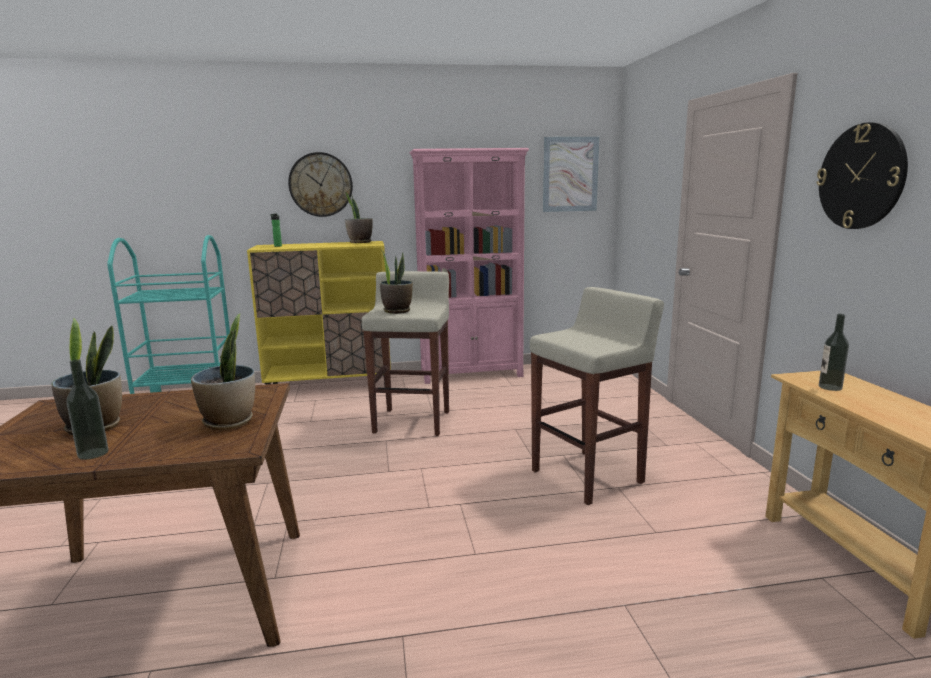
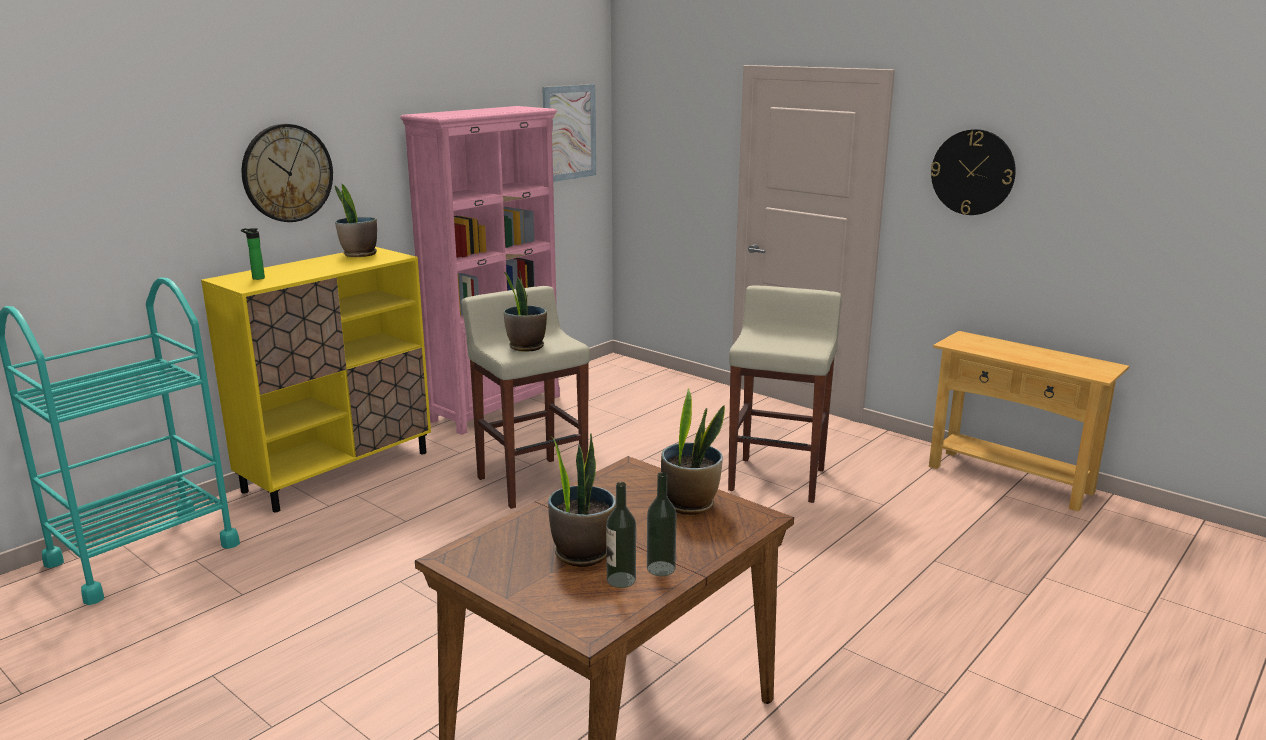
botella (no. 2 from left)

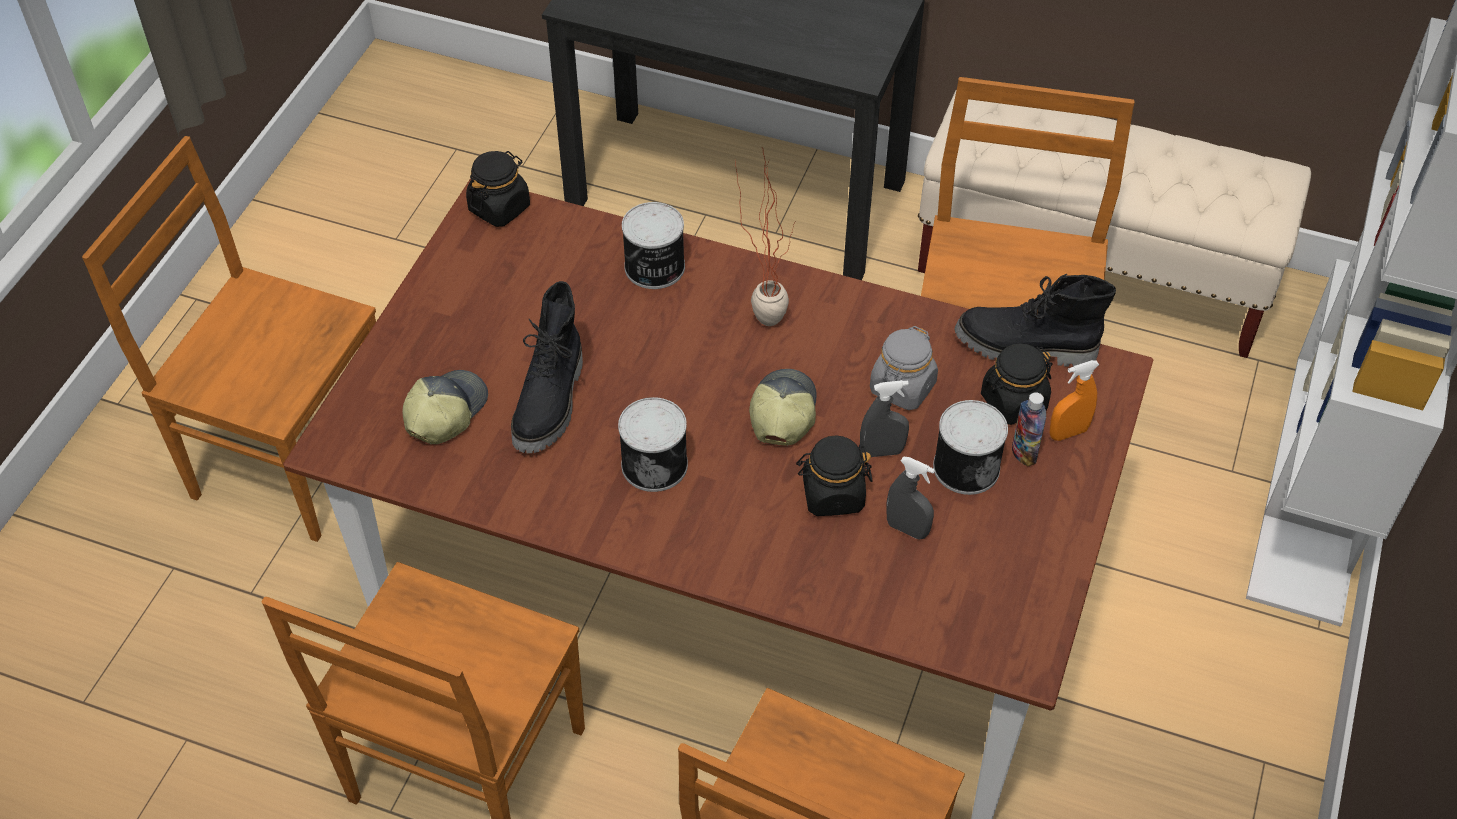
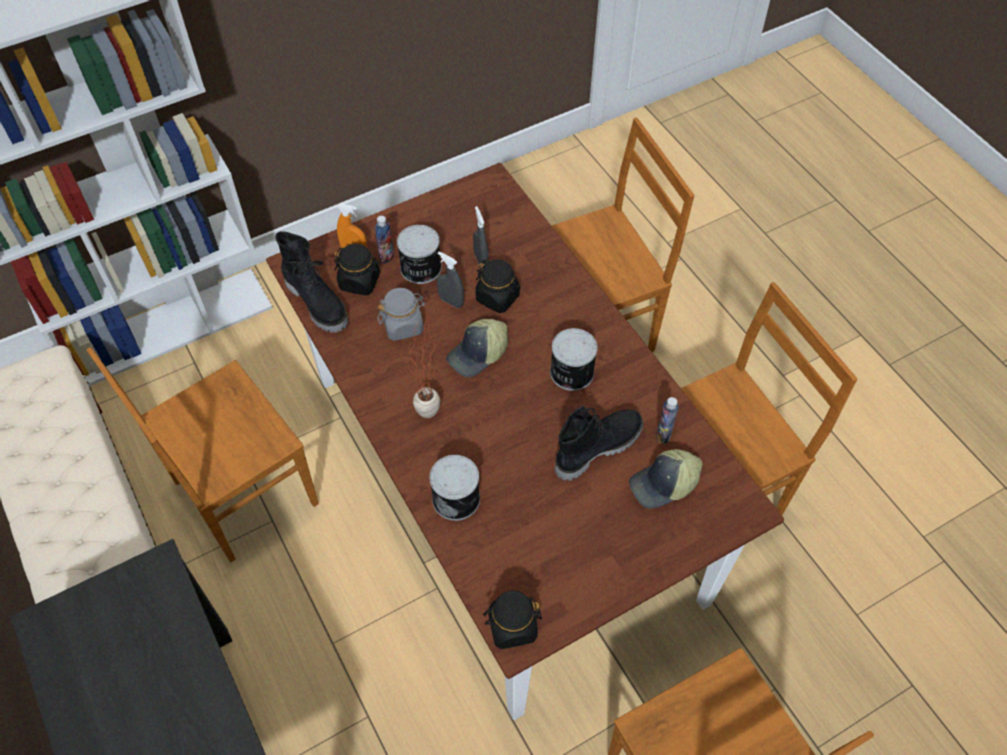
botella (no. 2 from left)

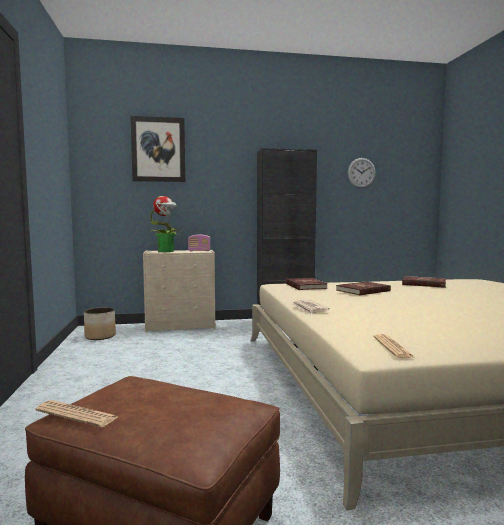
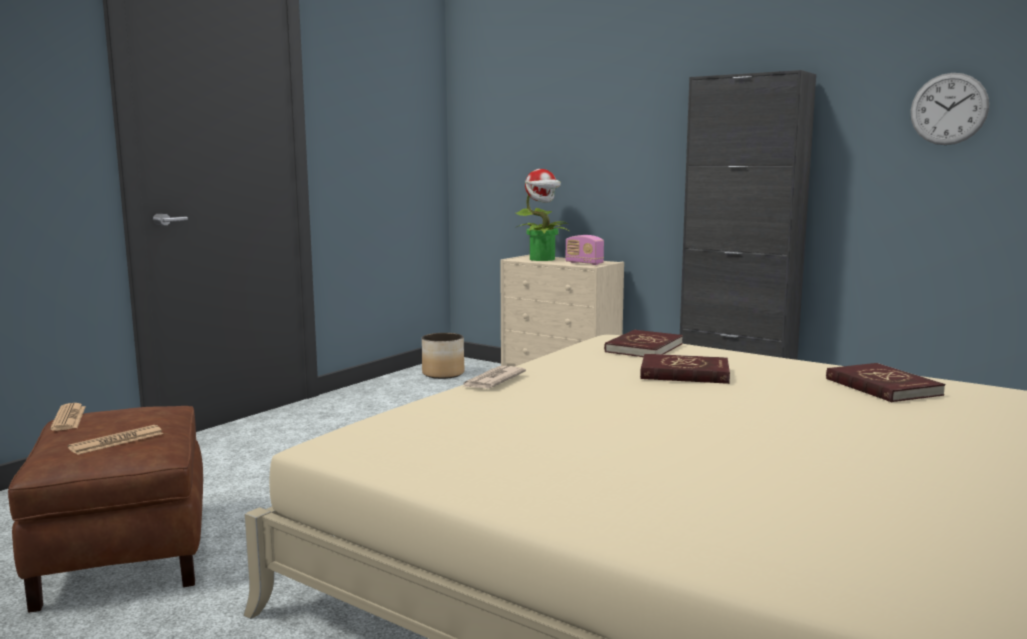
cuadro
periódico (no. 2 from left)

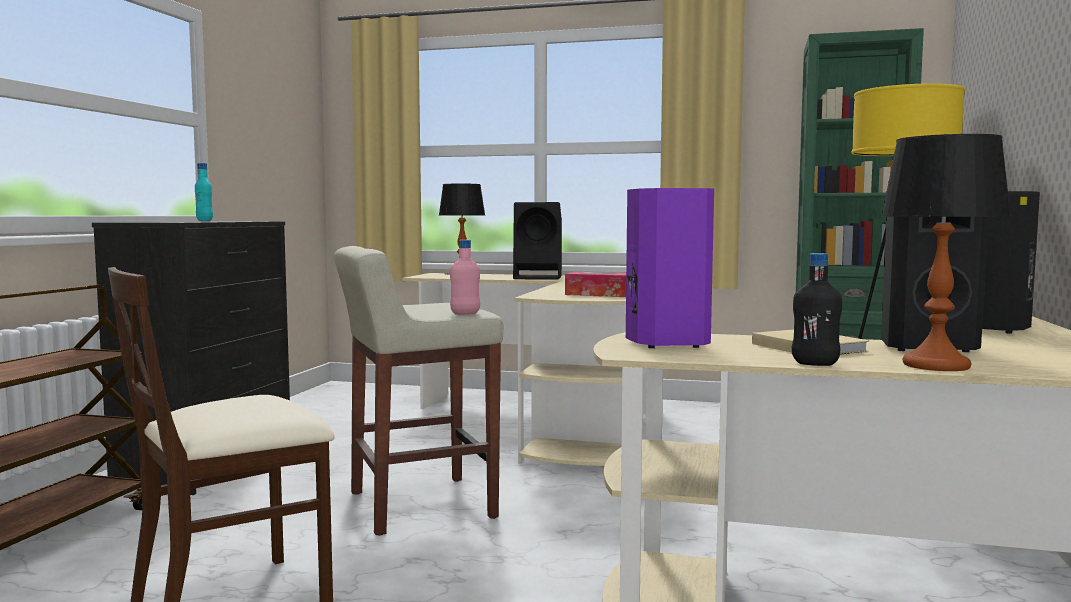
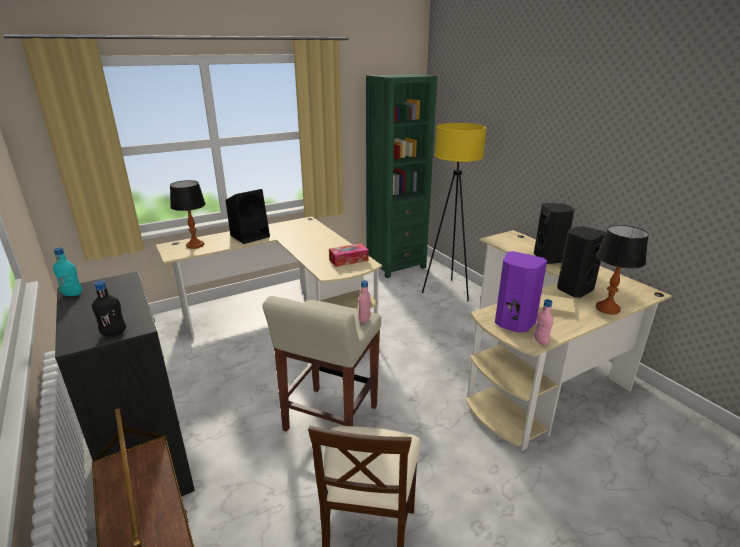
botella [negro]
botella [rosa] (no. 2 from left)

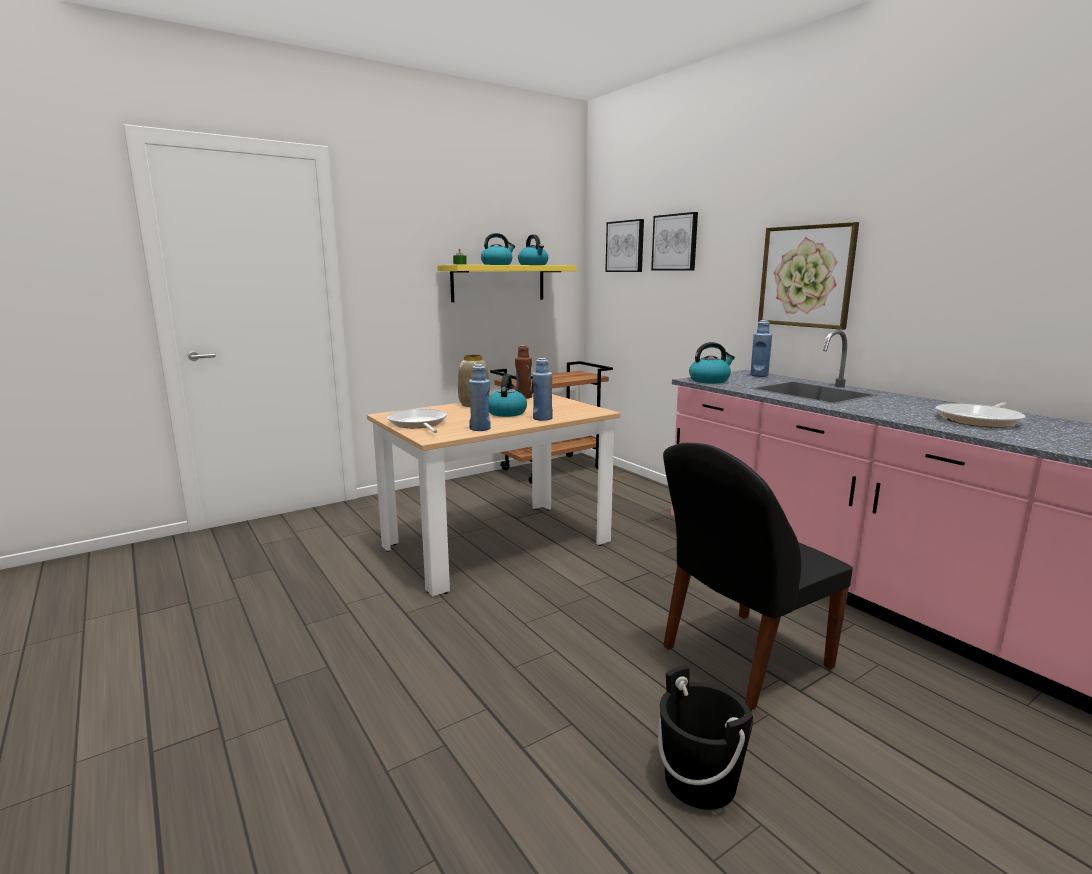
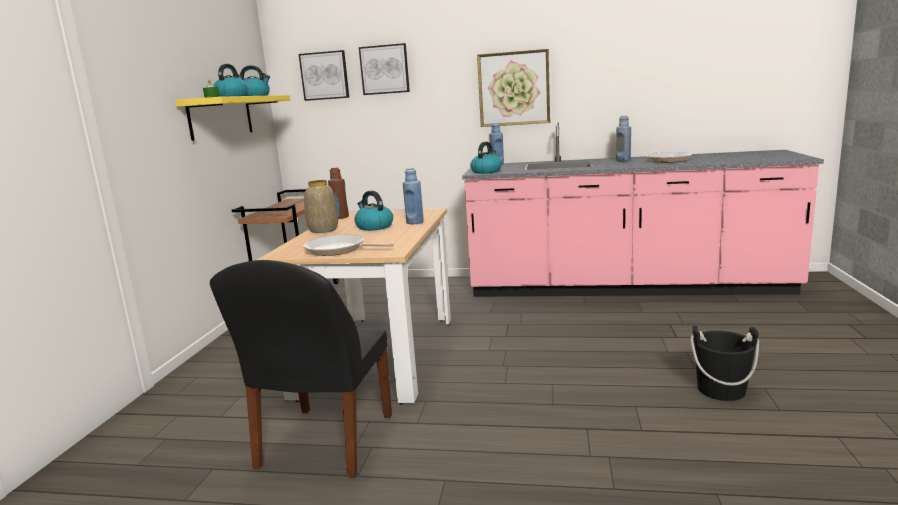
botella [azul] (no. 3 from left)
silla [negro]

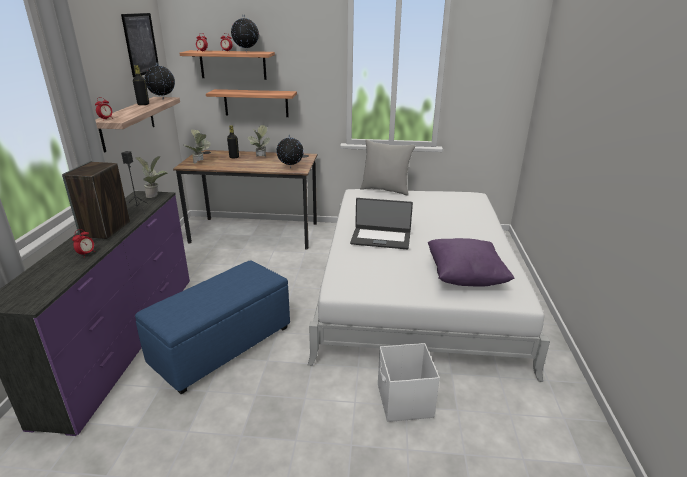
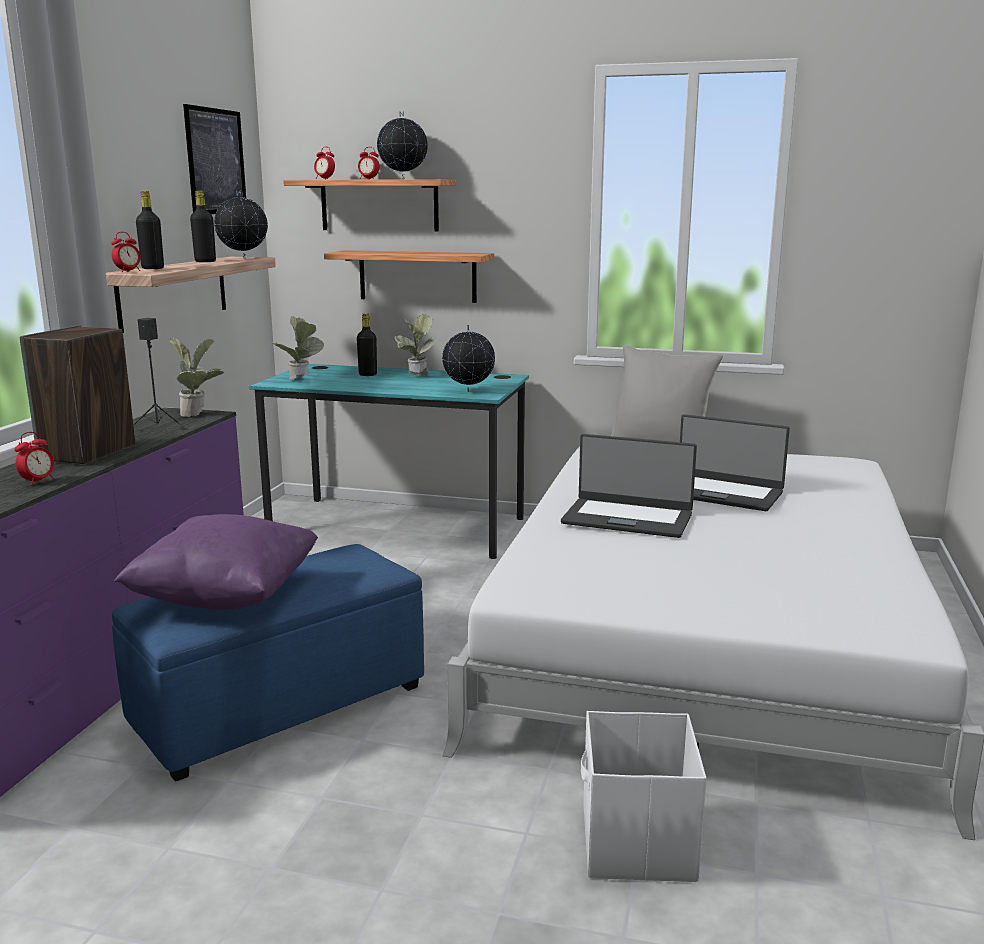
escritorio [turquesa]
cojín [morado]
botella [negro] (no. 1 from left)
portátil (no. 2 from left)

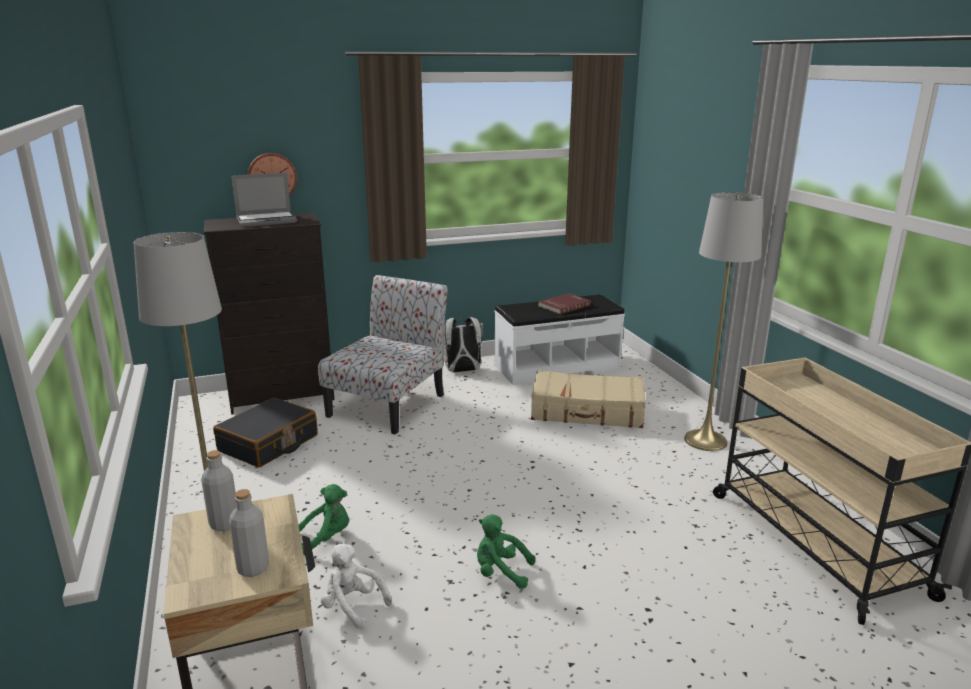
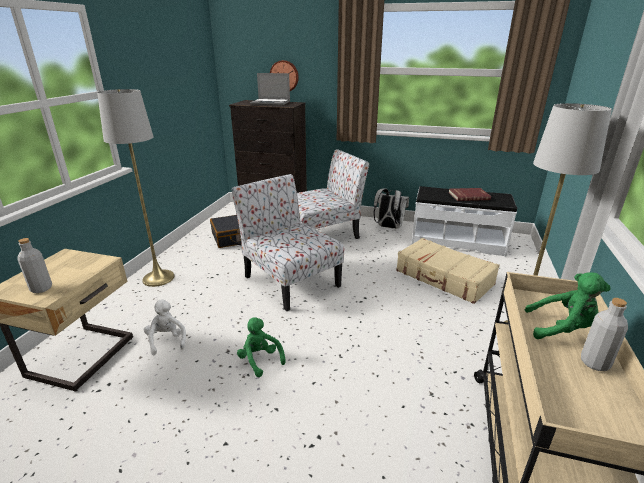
botella [gris] (no. 2 from left)
peluche [verde] (no. 2 from left)
silla (no. 1 from left)

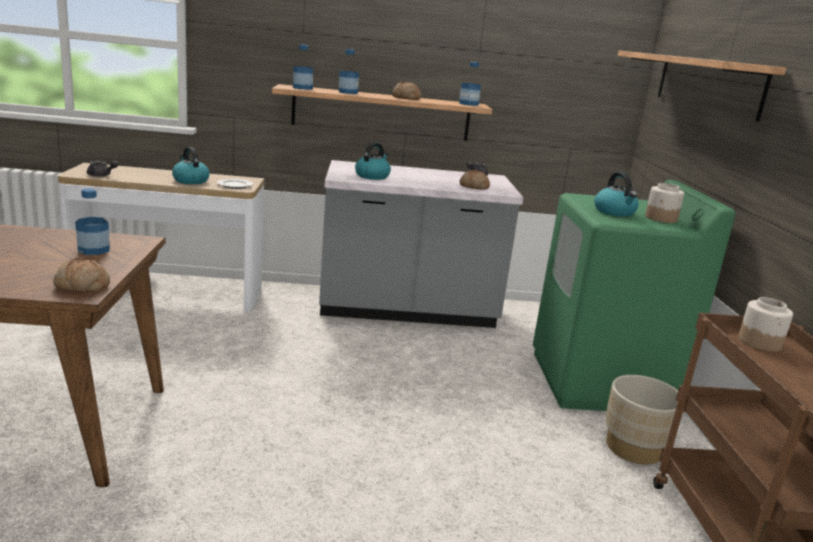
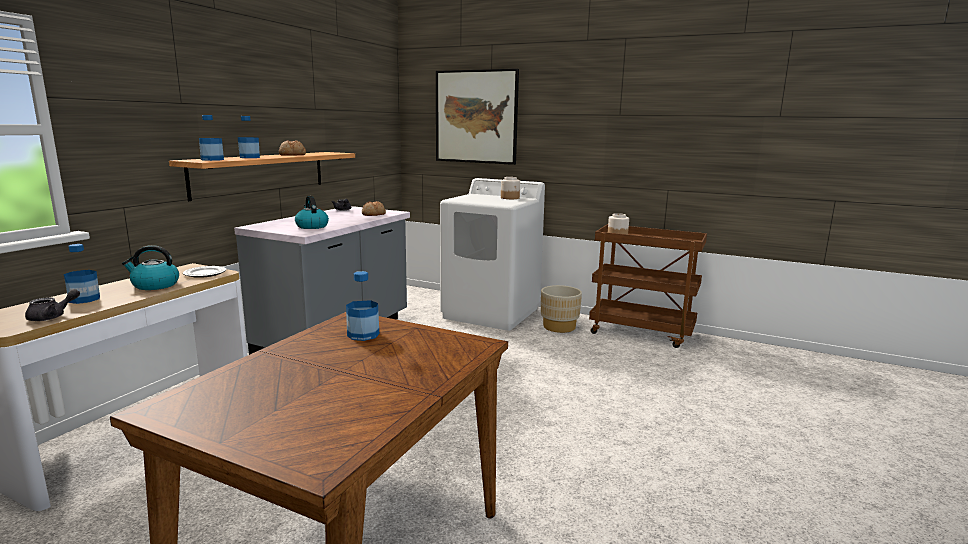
cuadro
botella (no. 1 from left)
hervidor (no. 3 from left in the first image)
lavadora [blanco]
pan (no. 1 from left in the first image)

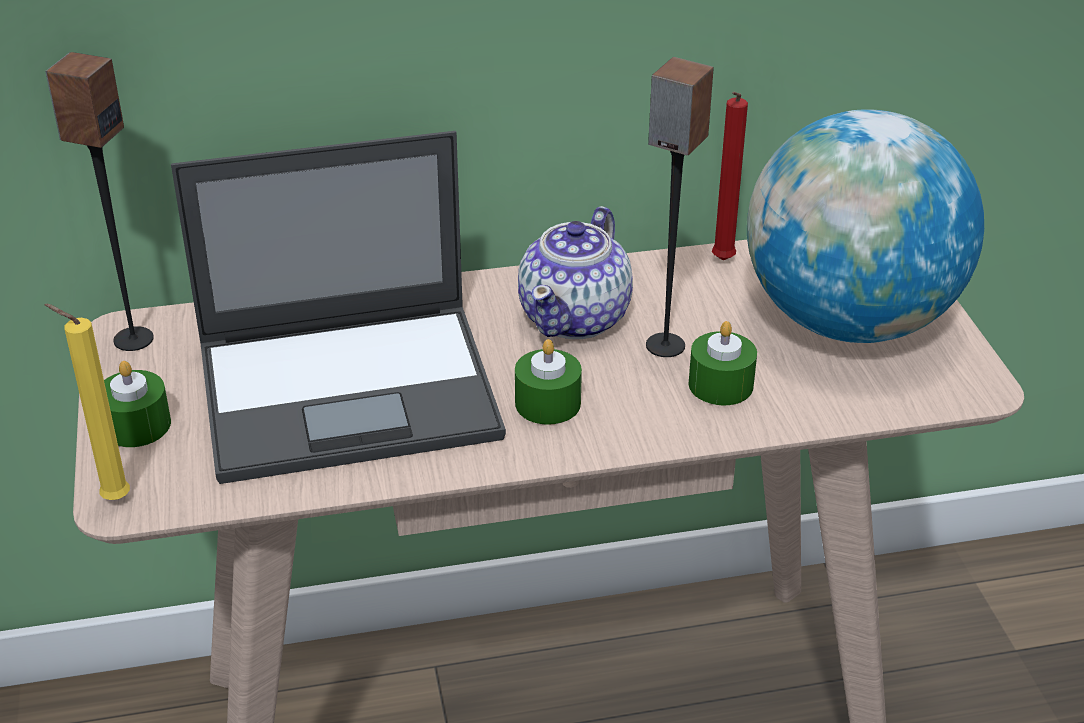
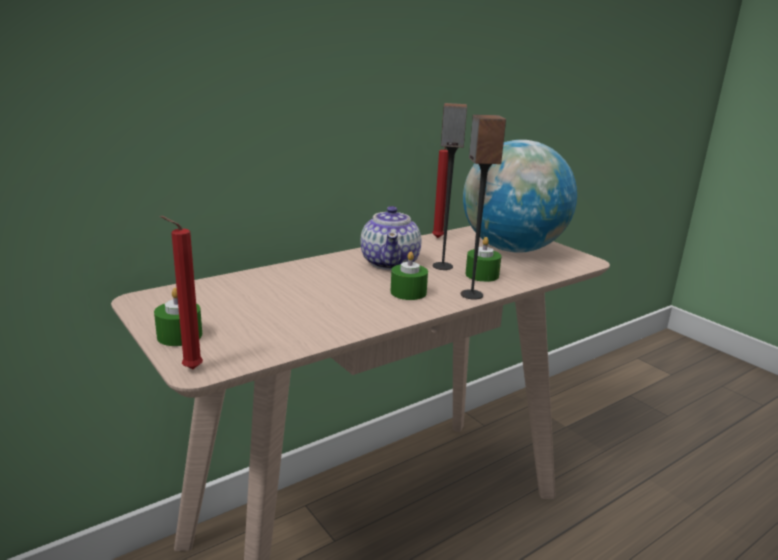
altavoz (no. 2 from left)
portátil
vela [rojo] (no. 1 from left)

